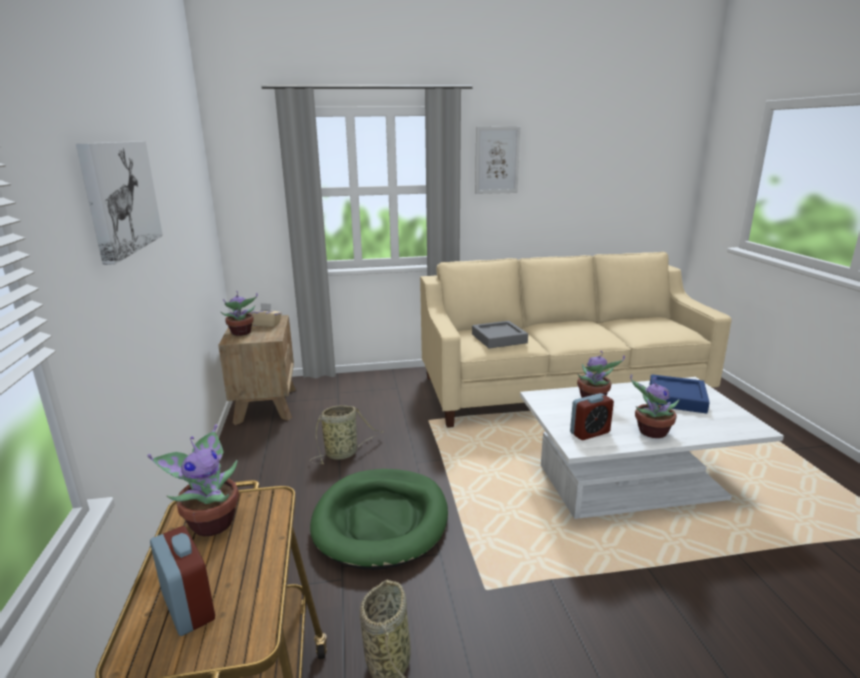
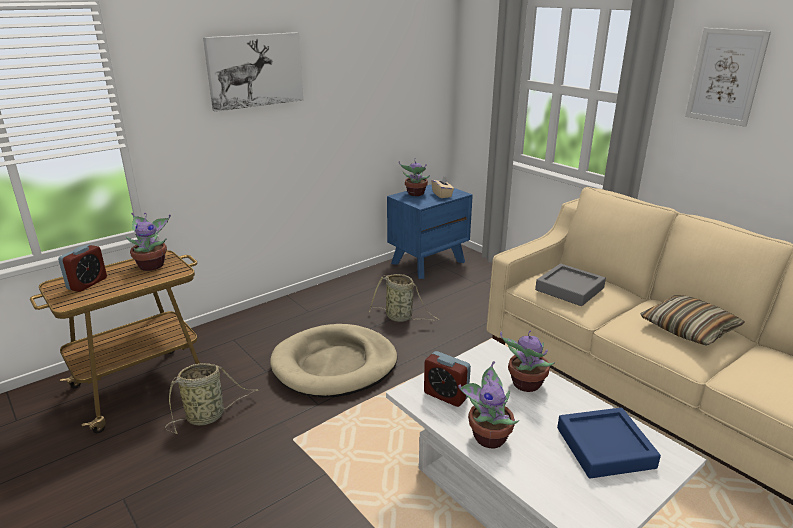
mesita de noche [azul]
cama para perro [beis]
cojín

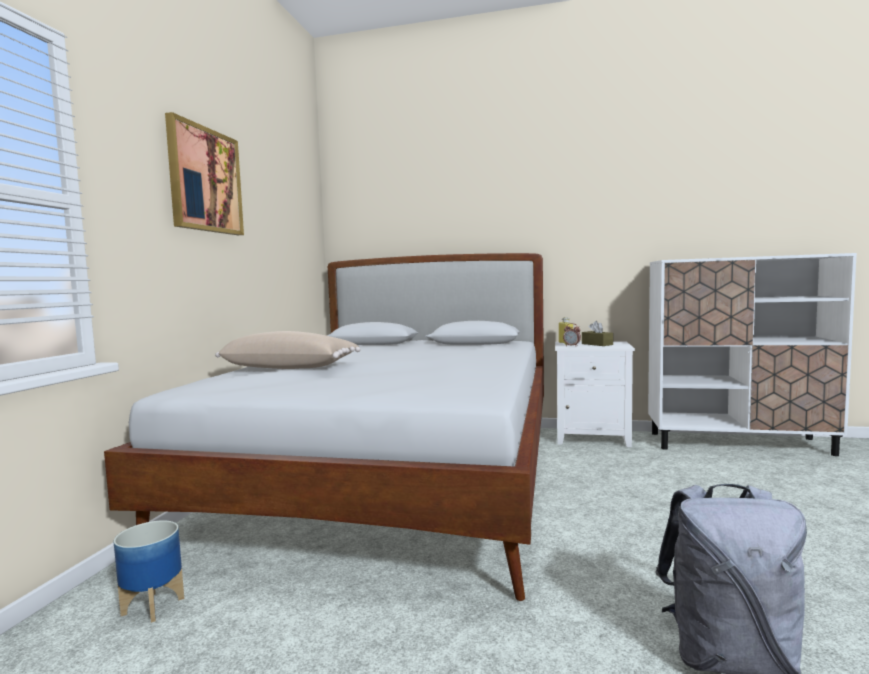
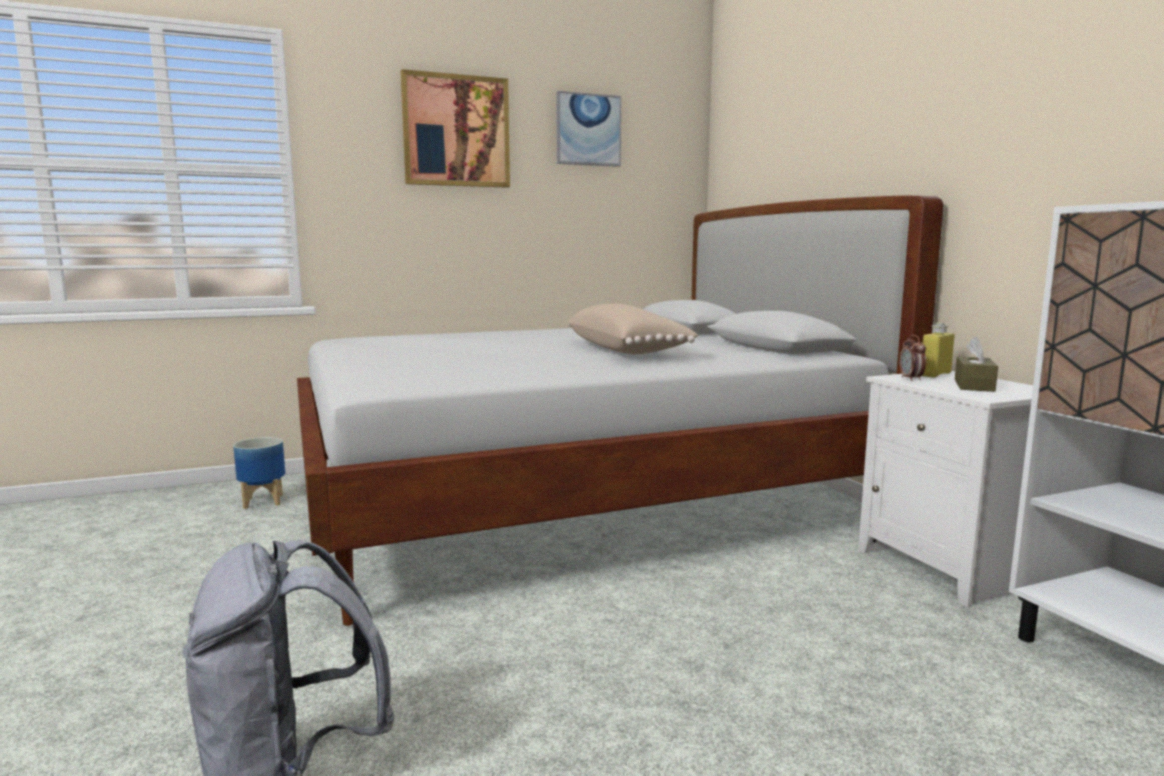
cojín [beis]
cuadro (no. 2 from left)

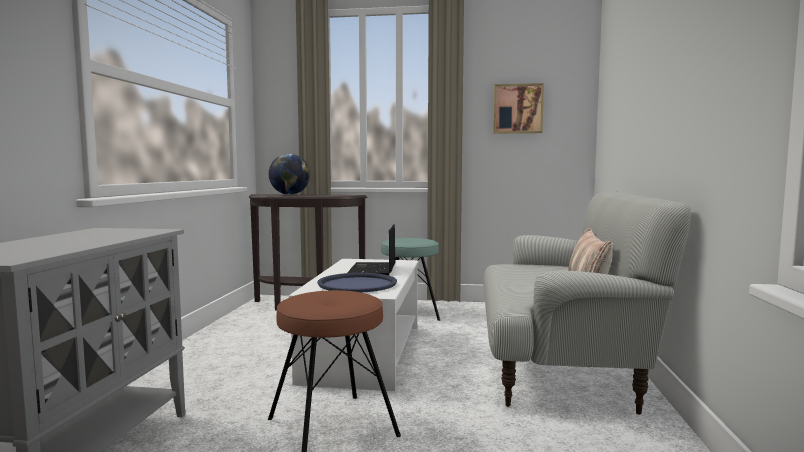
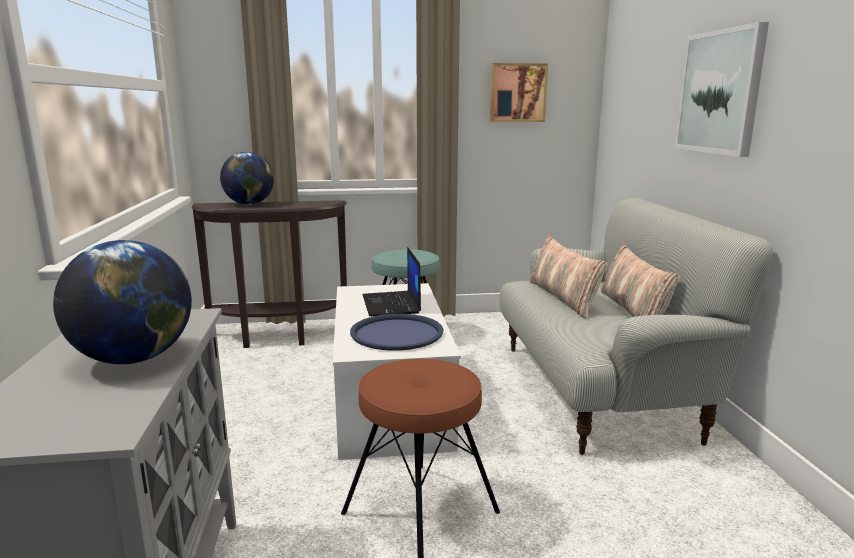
cuadro (no. 2 from left)
cojín (no. 1 from left)
globo terráqueo (no. 1 from left)

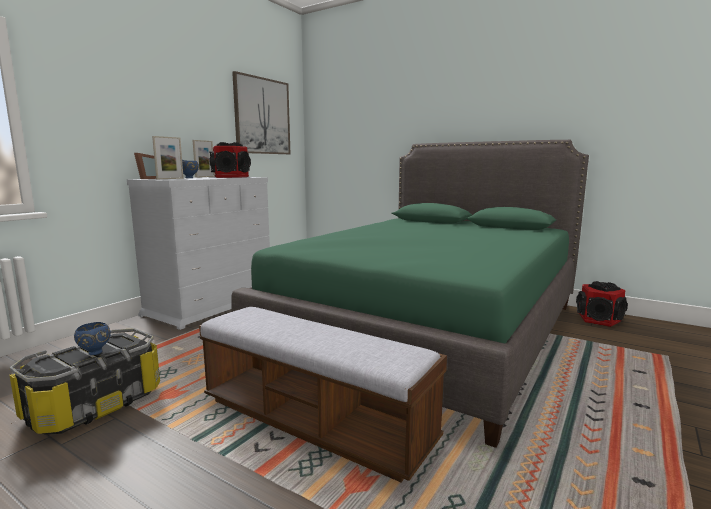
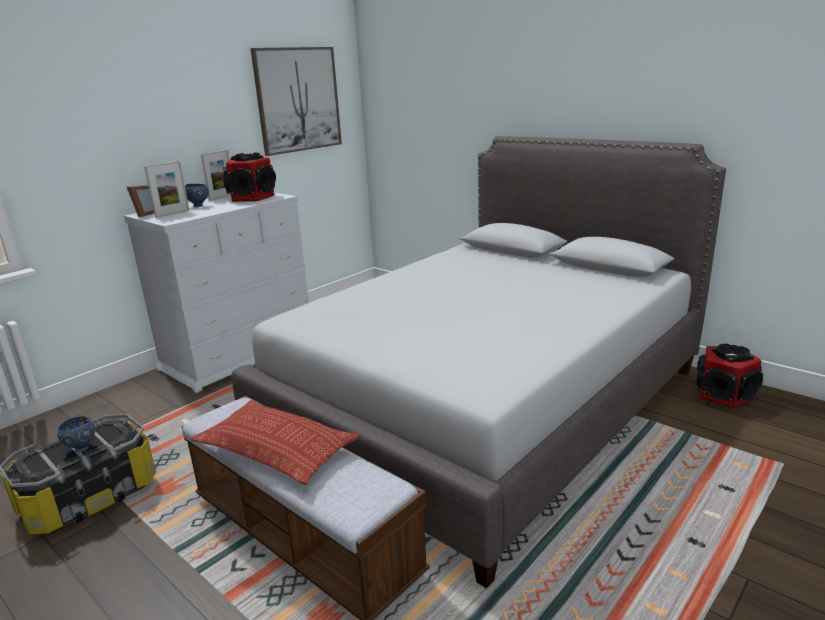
cama [gris]
cojín

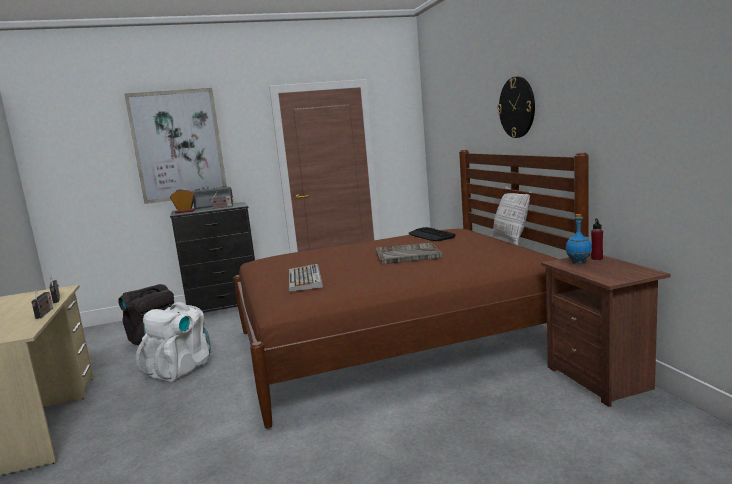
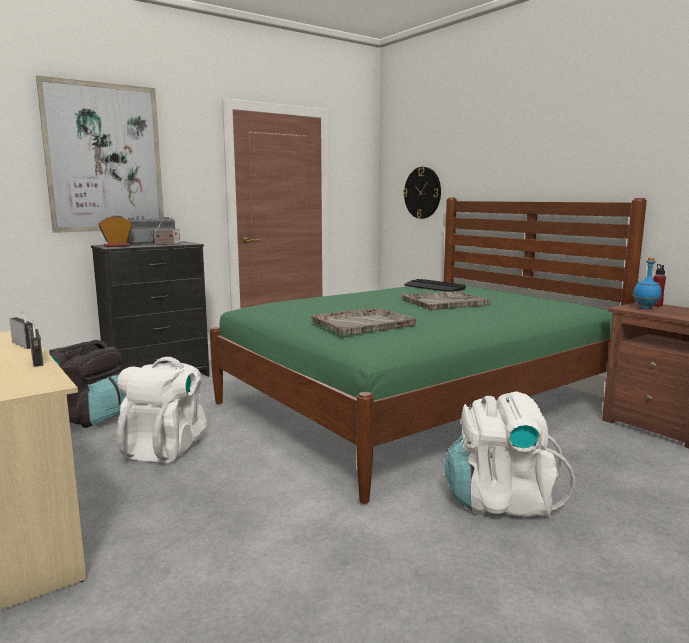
reloj de pared
cama [verde]
cojín
bandeja [gris] (no. 1 from left)
mochila [blanco] (no. 2 from left)

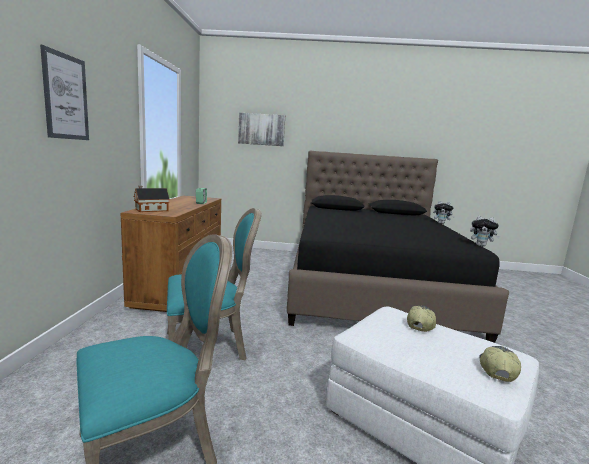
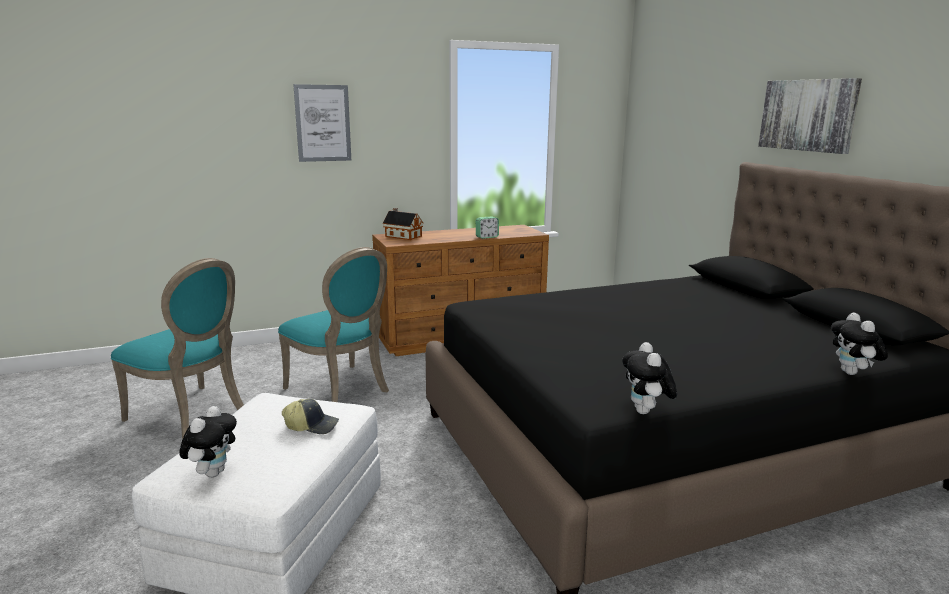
cuadro (no. 2 from left)
peluche (no. 1 from left)

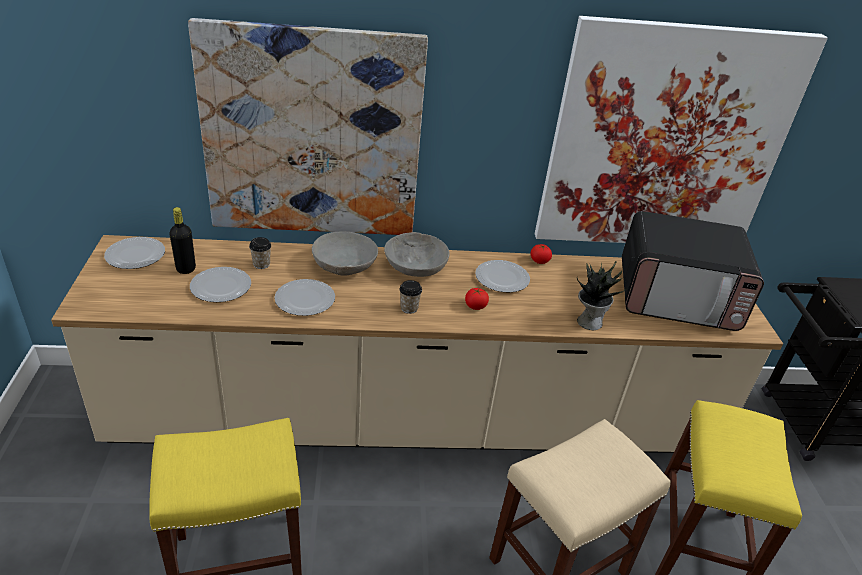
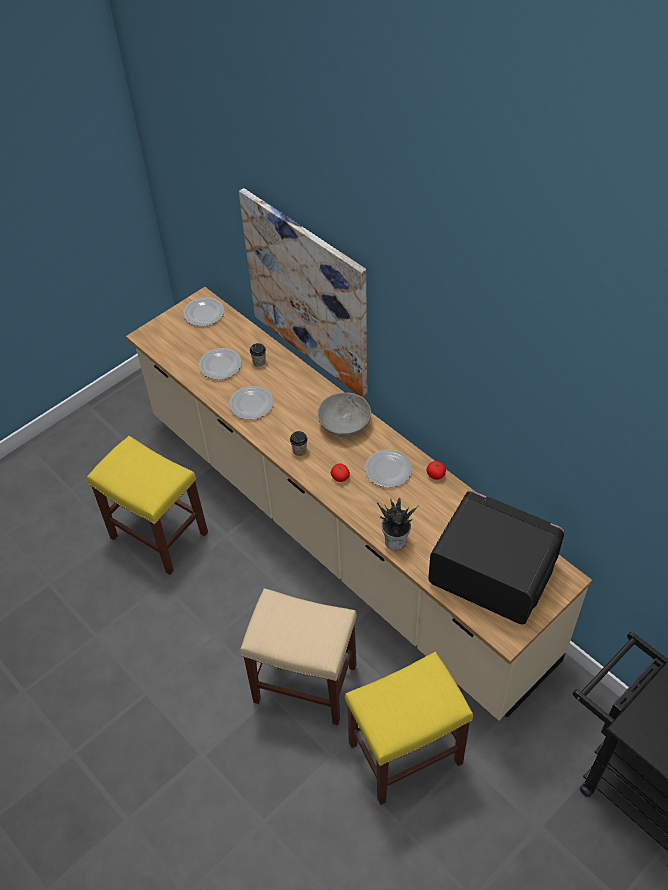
cuadro (no. 2 from left in the first image)
botella [negro]
microondas
cuenco [gris] (no. 1 from left in the first image)

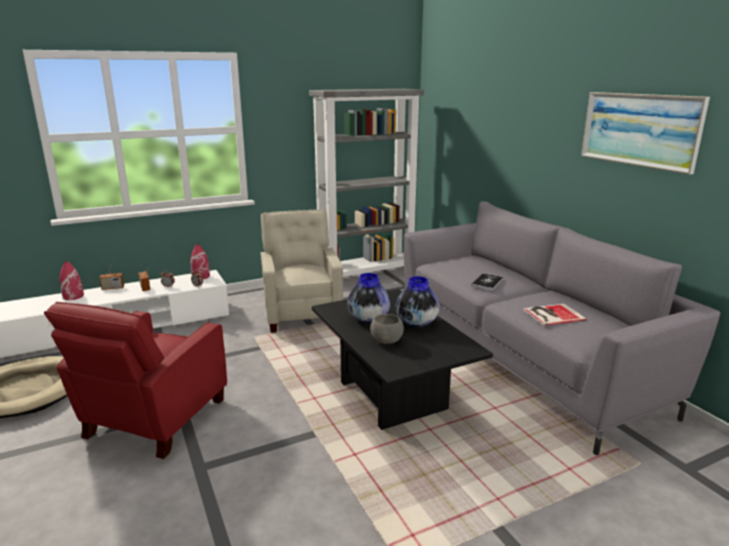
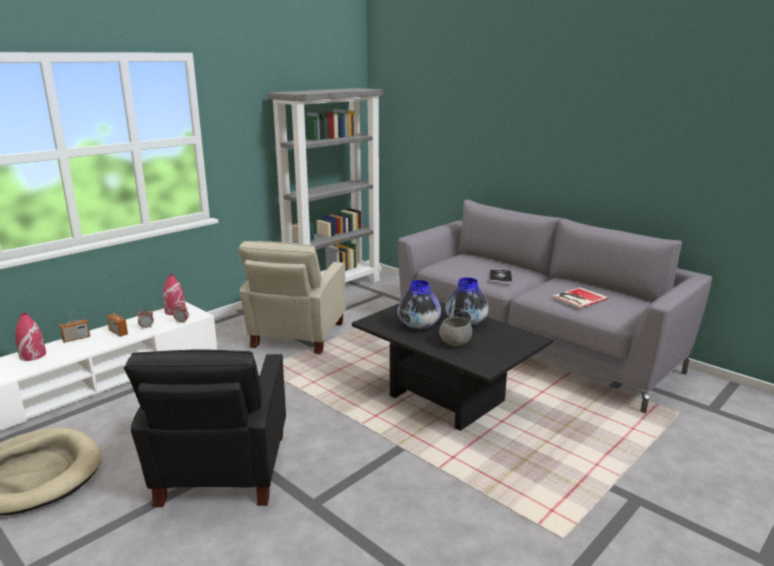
cuadro
sillón [beis]
sillón [negro]

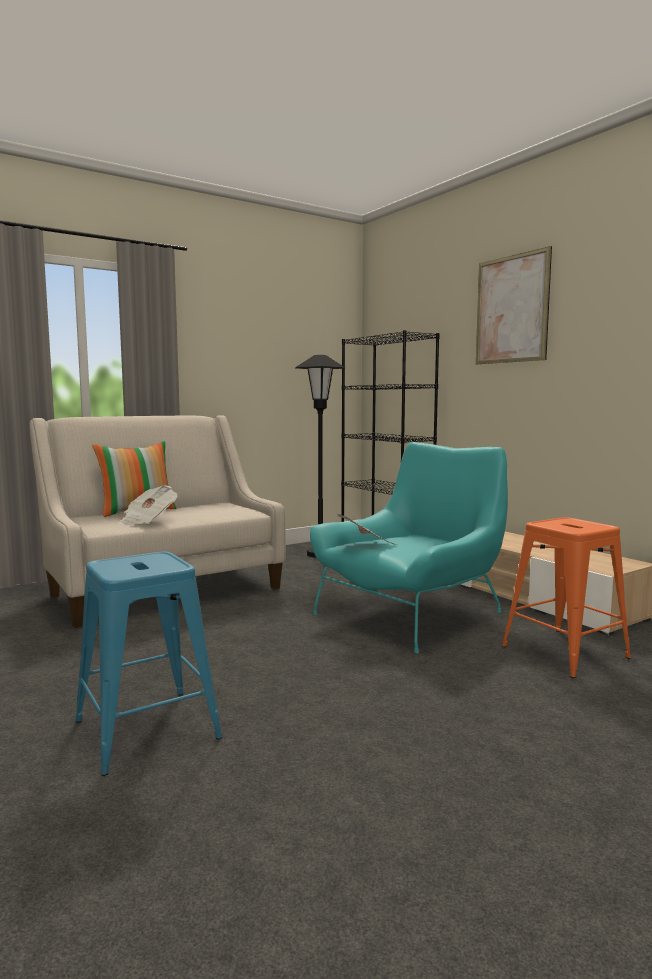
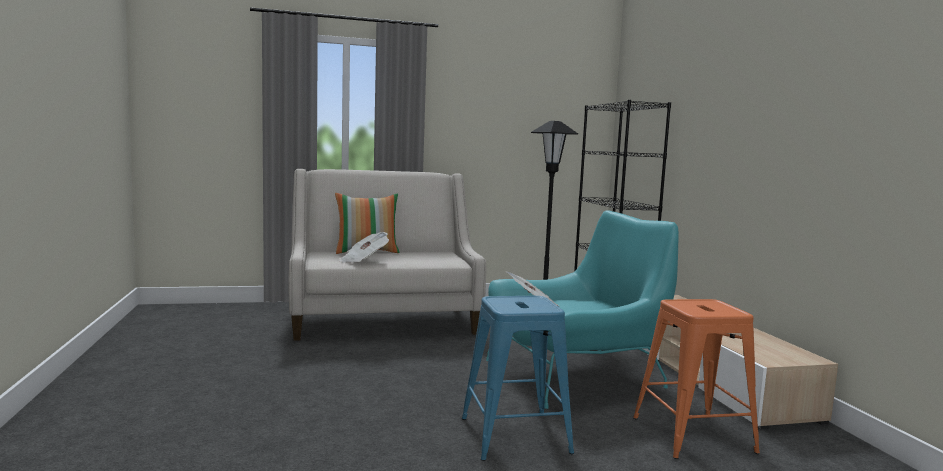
cuadro
taburete [azul]

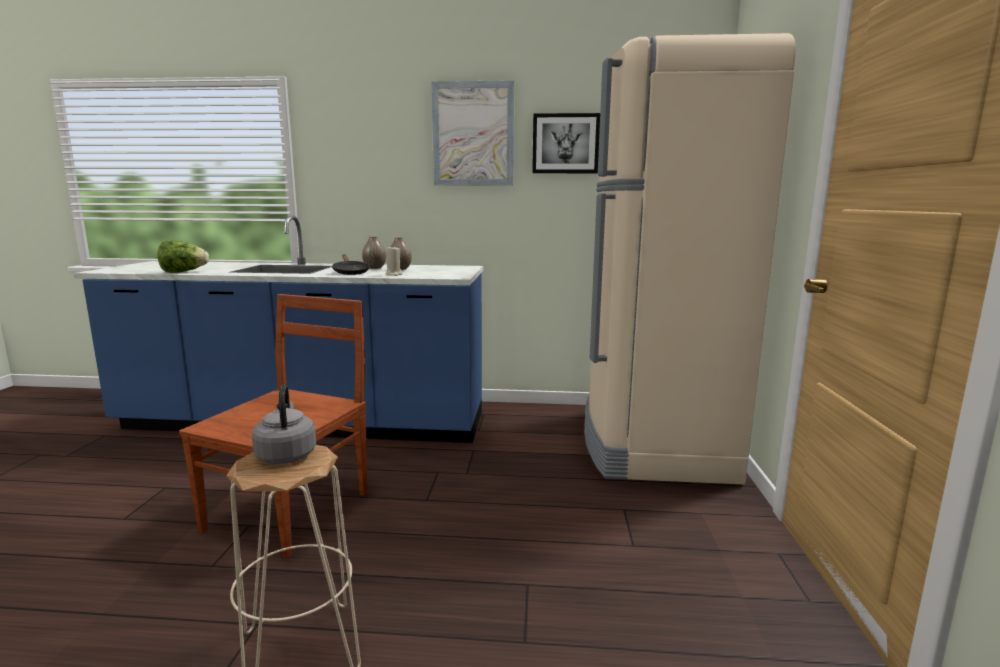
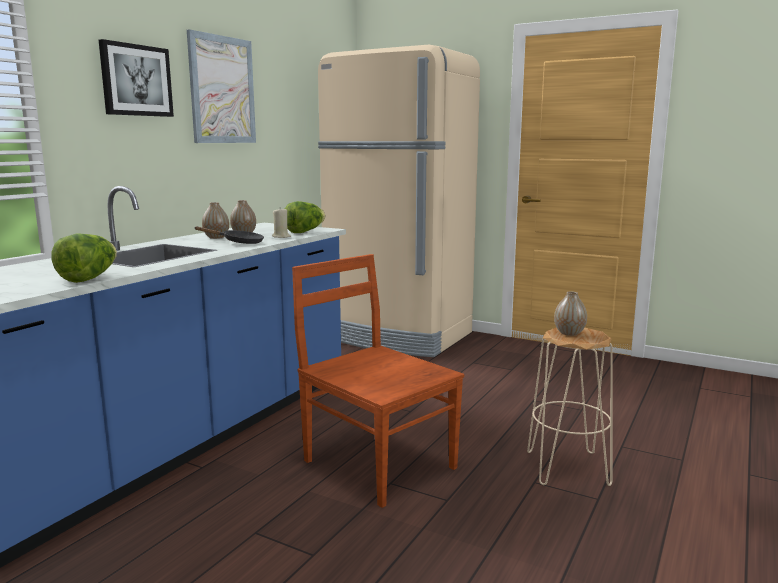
cuadro (no. 1 from left)
florero (no. 3 from left)
lechuga (no. 2 from left)

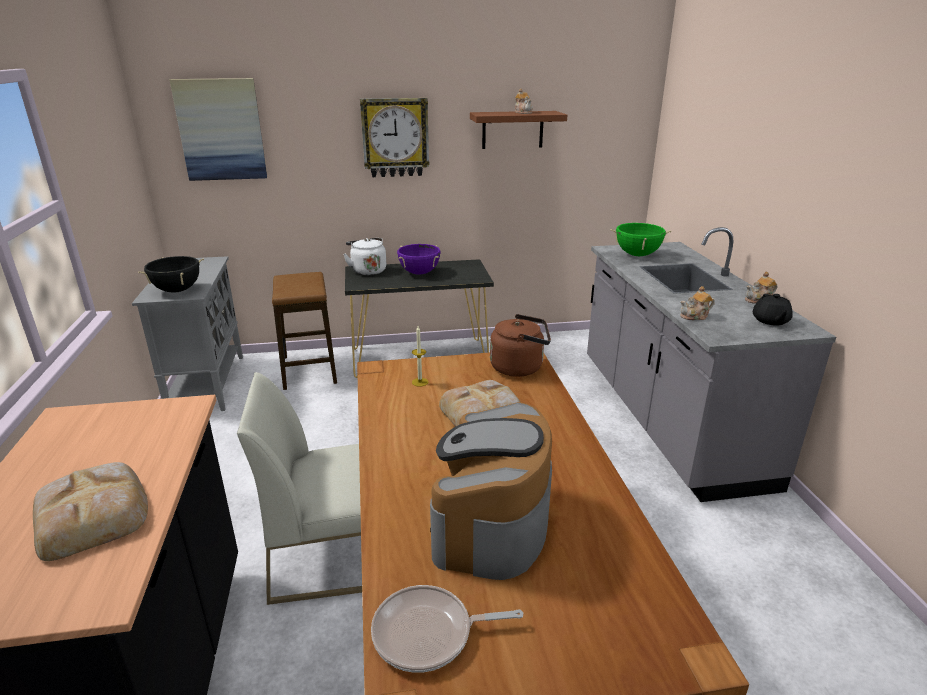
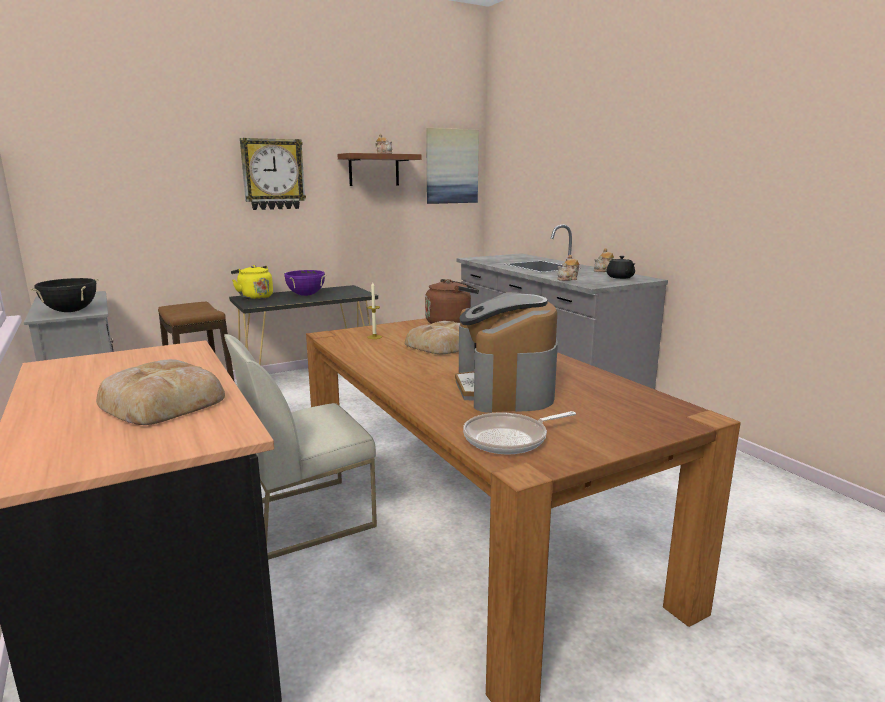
cuadro
olla [verde]
hervidor [amarillo]

